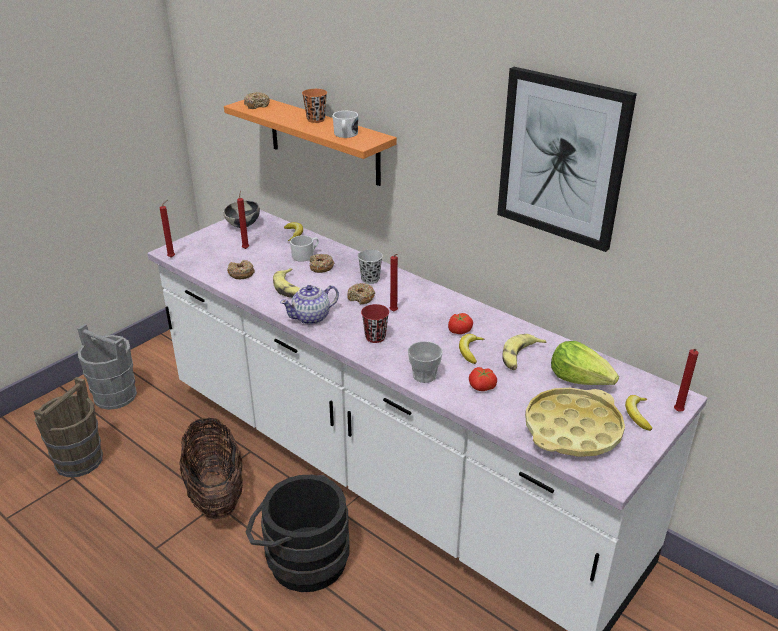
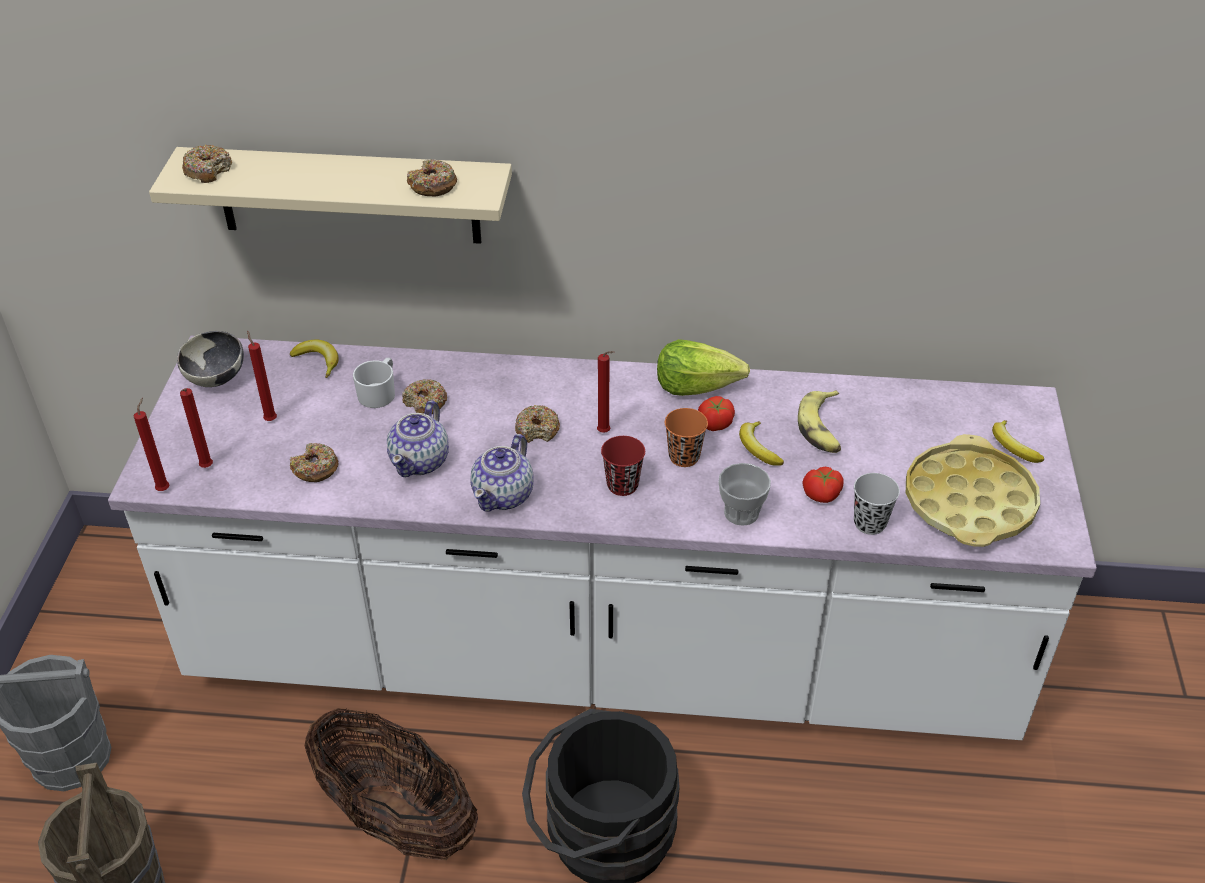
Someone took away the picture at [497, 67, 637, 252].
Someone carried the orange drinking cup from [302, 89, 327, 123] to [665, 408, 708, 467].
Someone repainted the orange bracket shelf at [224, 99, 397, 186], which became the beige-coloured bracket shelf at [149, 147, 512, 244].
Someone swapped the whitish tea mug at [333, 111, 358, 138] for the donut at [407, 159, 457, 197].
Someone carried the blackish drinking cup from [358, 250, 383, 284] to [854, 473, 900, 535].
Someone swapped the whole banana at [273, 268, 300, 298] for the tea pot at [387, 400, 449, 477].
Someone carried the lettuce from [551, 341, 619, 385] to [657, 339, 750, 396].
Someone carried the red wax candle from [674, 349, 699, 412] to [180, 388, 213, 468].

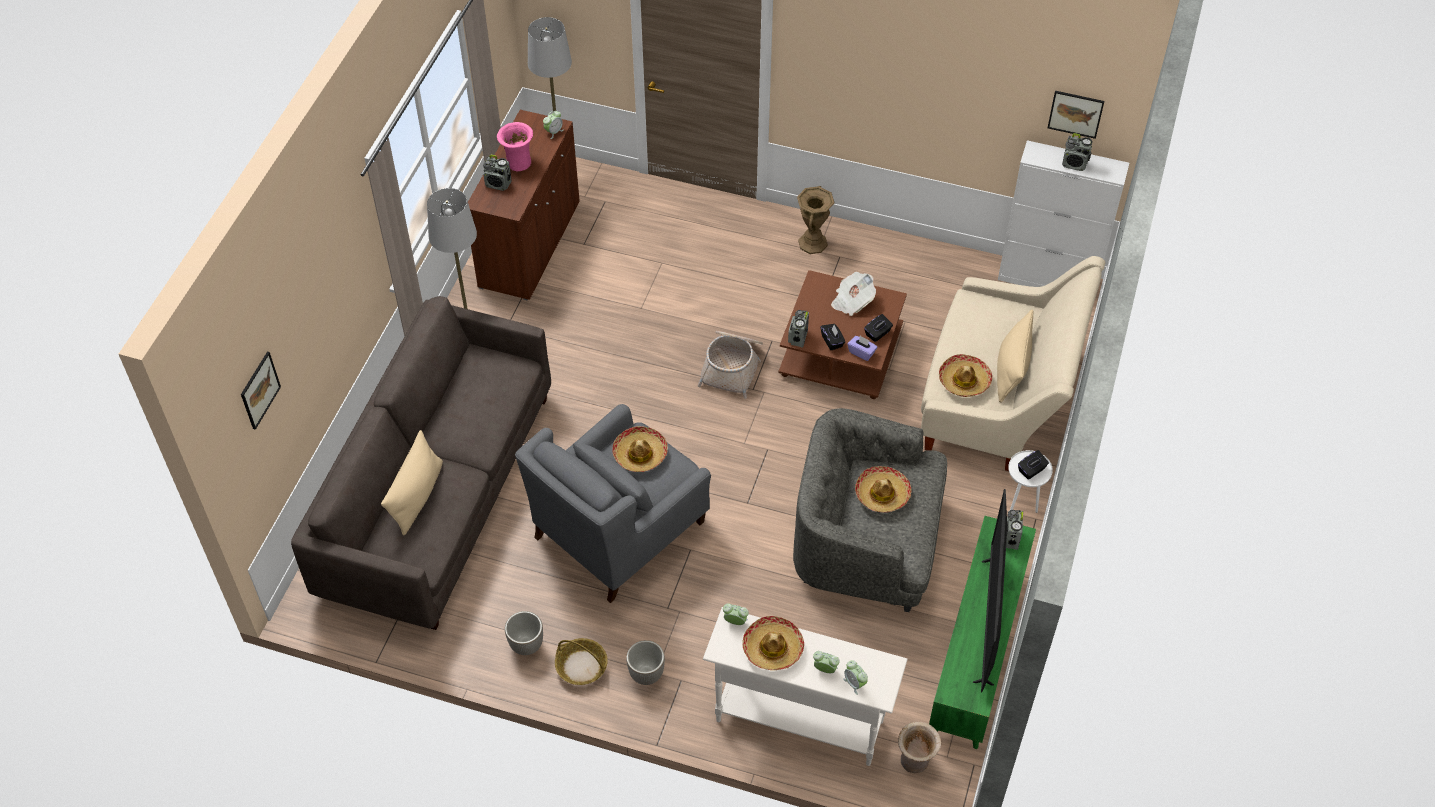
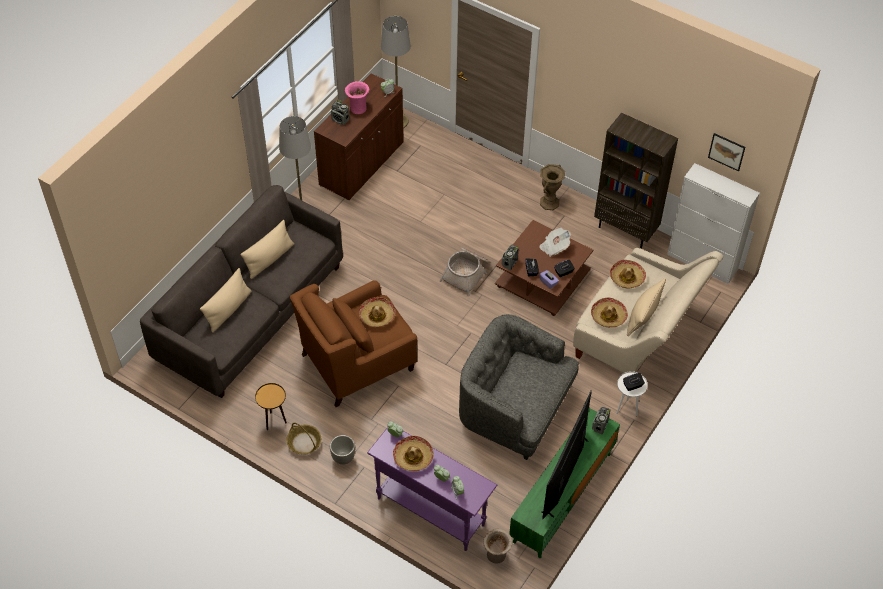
Someone took away the radio at [1062, 133, 1093, 171].
Someone took away the picture at [241, 351, 281, 430].
Someone repainted the gray armchair at [515, 404, 711, 603], which became the brown armchair at [290, 280, 417, 407].
Someone carried the hat from [855, 466, 911, 513] to [610, 260, 646, 288].
Someone repainted the whitish hall table at [703, 607, 908, 766], which became the purplish hall table at [367, 427, 497, 551].
Someone swapped the flower pot at [505, 611, 543, 655] for the brown end table at [255, 383, 287, 430].
Someone put down the brown bookcase at [594, 113, 678, 248].
Someone put down the beige-coloured cushion at [240, 220, 294, 279].

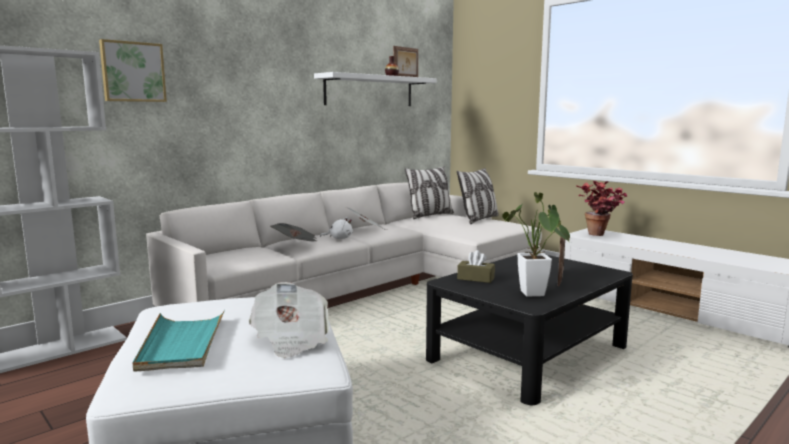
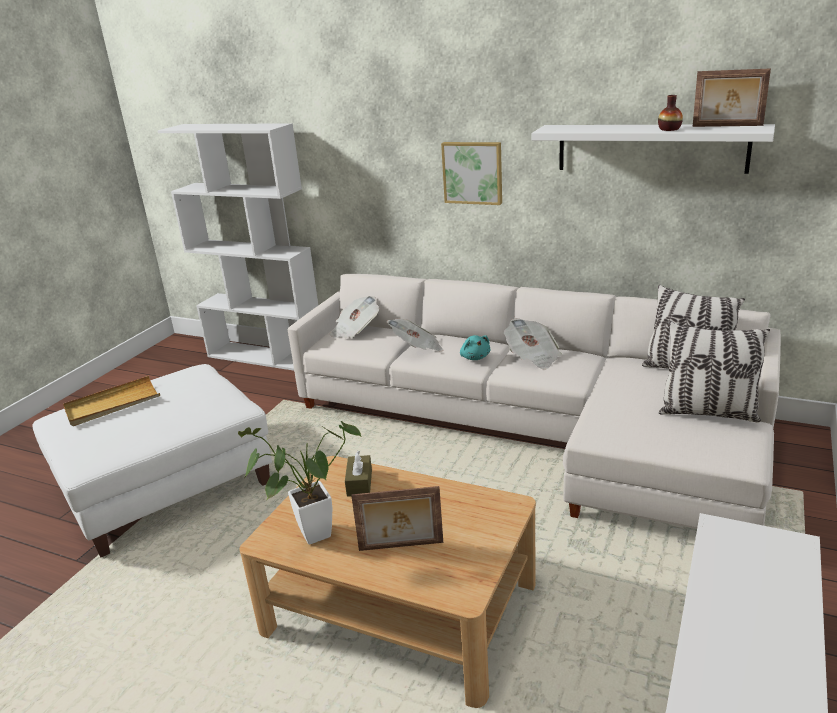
Someone carried the picture from [99, 39, 167, 102] to [441, 142, 502, 205].
Someone took away the potted plant at [576, 181, 627, 236].
Someone repainted the whitish soft toy at [320, 217, 353, 239], which became the turquoise soft toy at [460, 335, 490, 360].
Someone repainted the blackish lounge table at [426, 252, 633, 405], which became the beige-coloured lounge table at [239, 456, 536, 708].
Someone carried the daily paper from [249, 282, 329, 358] to [330, 296, 379, 338].
Someone repainted the turquoise tray at [133, 309, 225, 372], which became the beige-coloured tray at [63, 376, 160, 426].

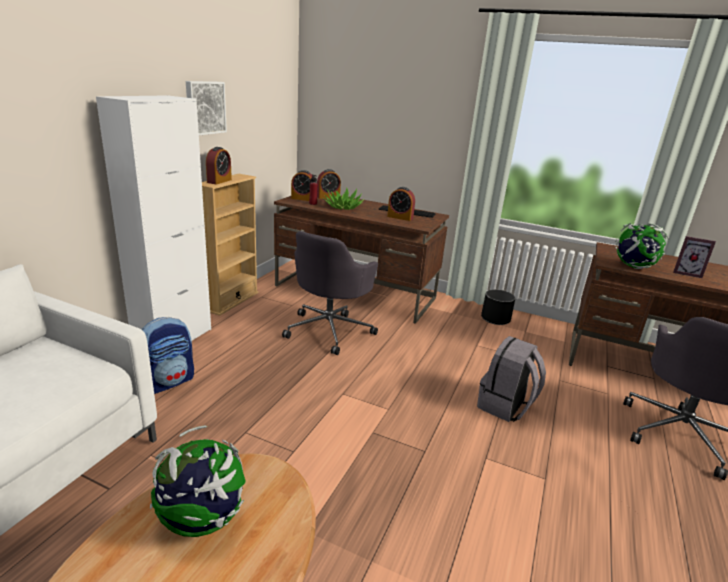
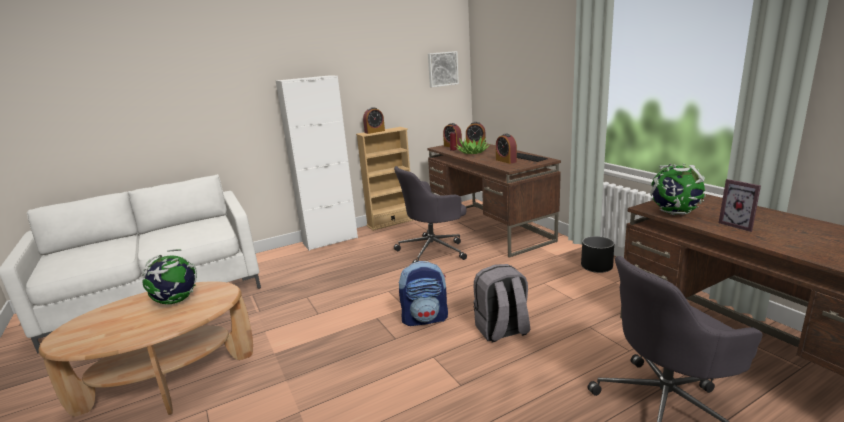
Someone carried the picture from [186, 81, 227, 135] to [428, 51, 459, 87].
Someone carried the rucksack from [141, 317, 194, 394] to [399, 261, 448, 326].

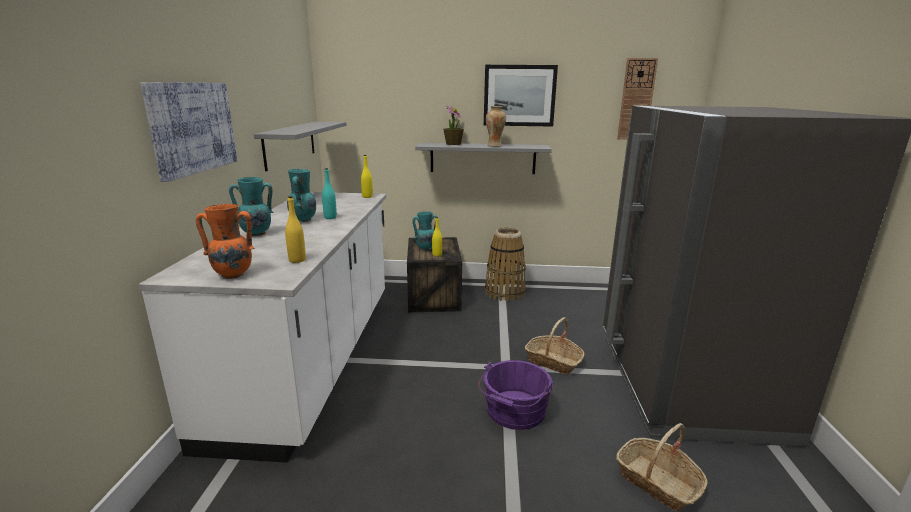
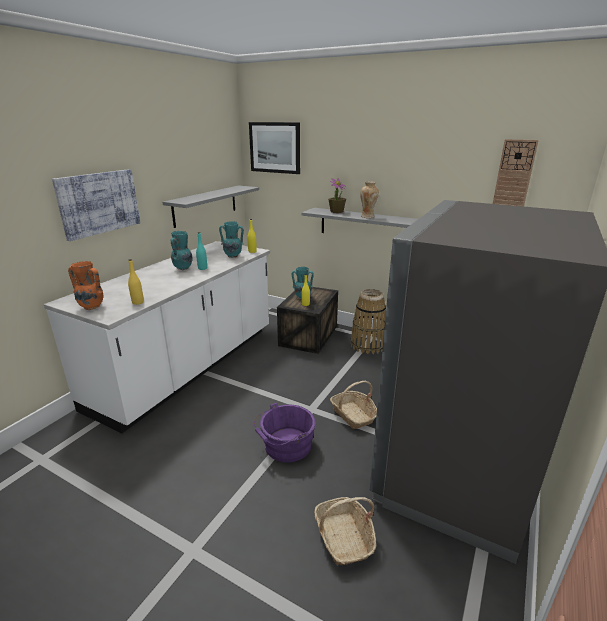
Someone carried the picture from [484, 65, 558, 127] to [249, 122, 300, 174].
Someone carried the turquoise flower vase from [229, 177, 274, 236] to [219, 221, 244, 258].

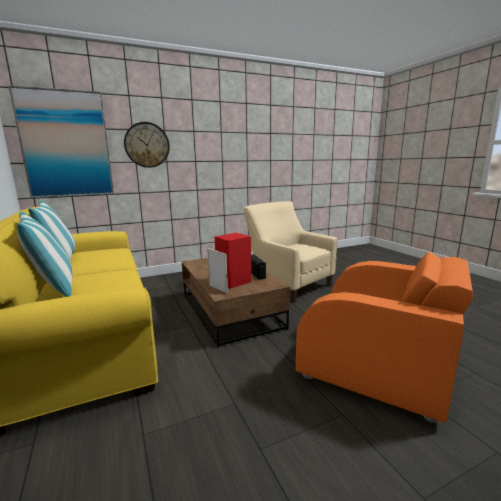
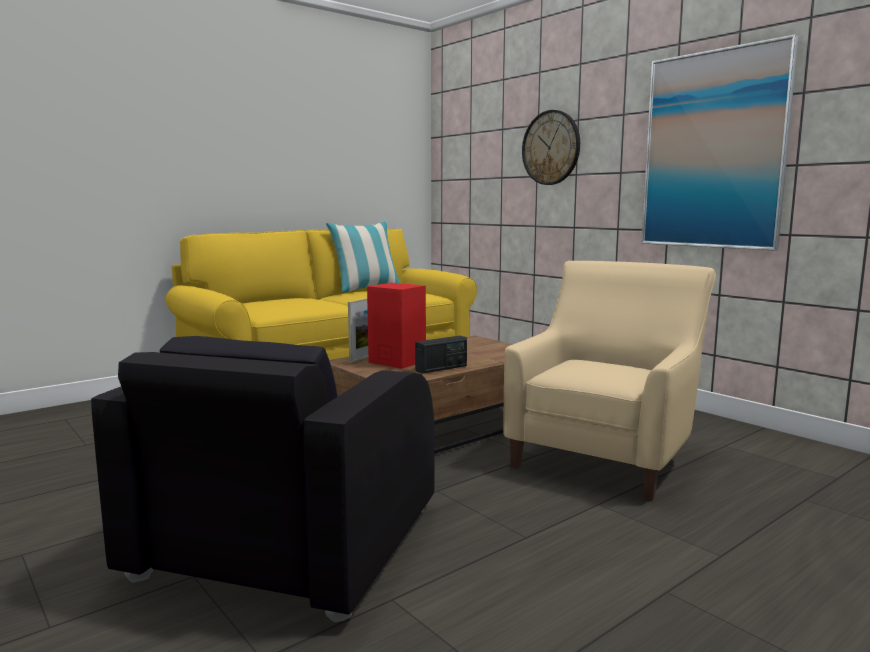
Someone carried the picture from [8, 85, 114, 198] to [641, 34, 799, 251].
Someone took away the cushion at [17, 212, 72, 297].
Someone repainted the orange armchair at [296, 252, 473, 423], which became the blackish armchair at [91, 336, 435, 623].

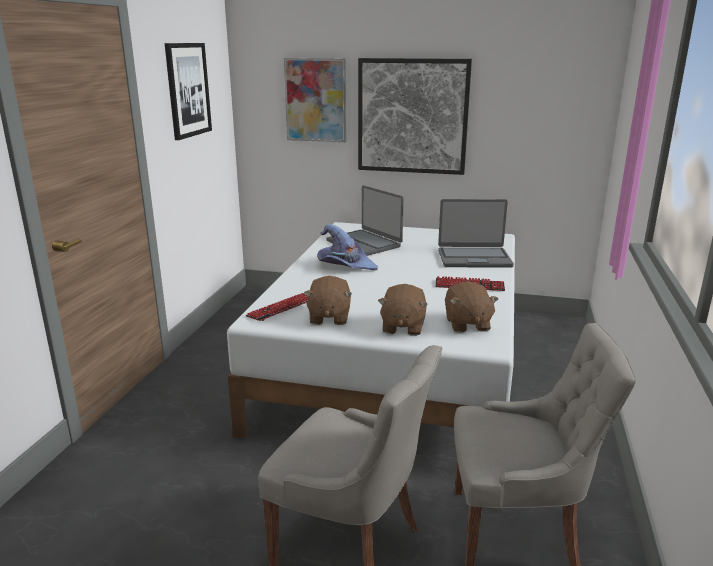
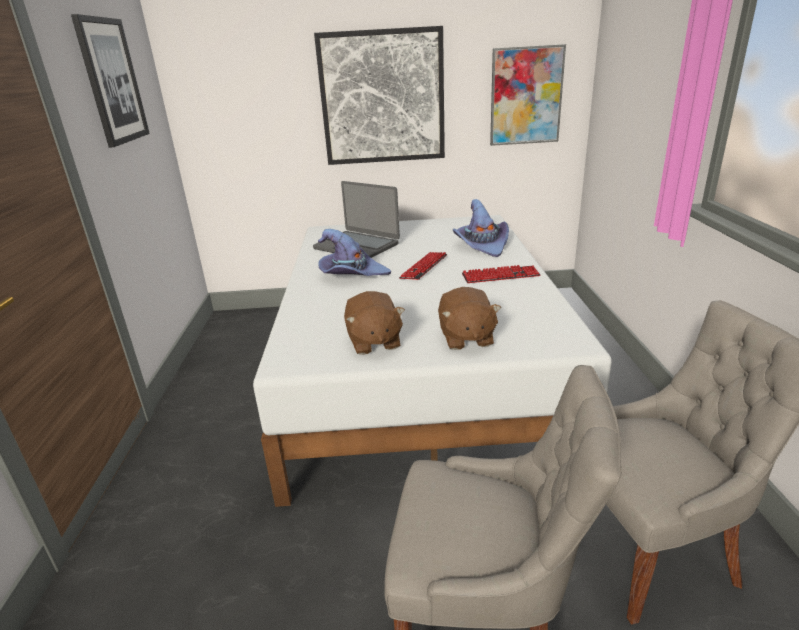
Someone carried the picture from [284, 58, 346, 142] to [490, 44, 566, 146].
Someone swapped the portable computer at [438, 199, 514, 268] for the purplish hat at [453, 199, 509, 257].
Someone took away the brown soft toy at [445, 281, 498, 333].
Someone carried the computer keyboard from [246, 293, 308, 321] to [399, 252, 447, 280].

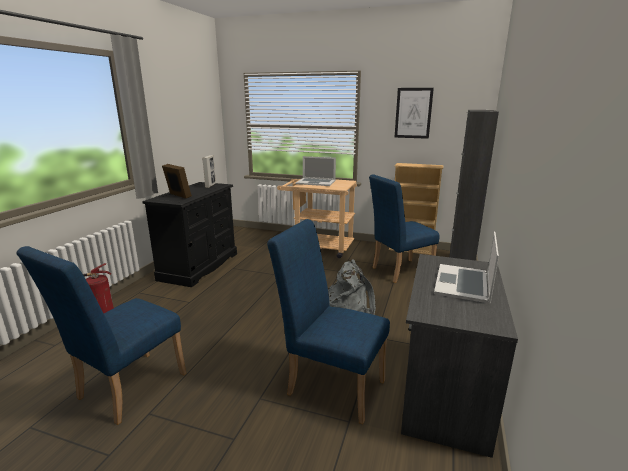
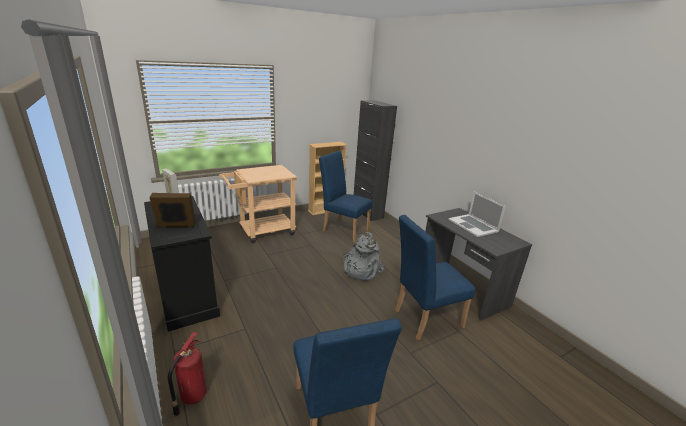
Someone took away the picture at [394, 88, 434, 139].
Someone took away the portable computer at [296, 156, 336, 186].
Someone rotated the blue plain chair at [369, 174, 440, 283] by 105 degrees clockwise.

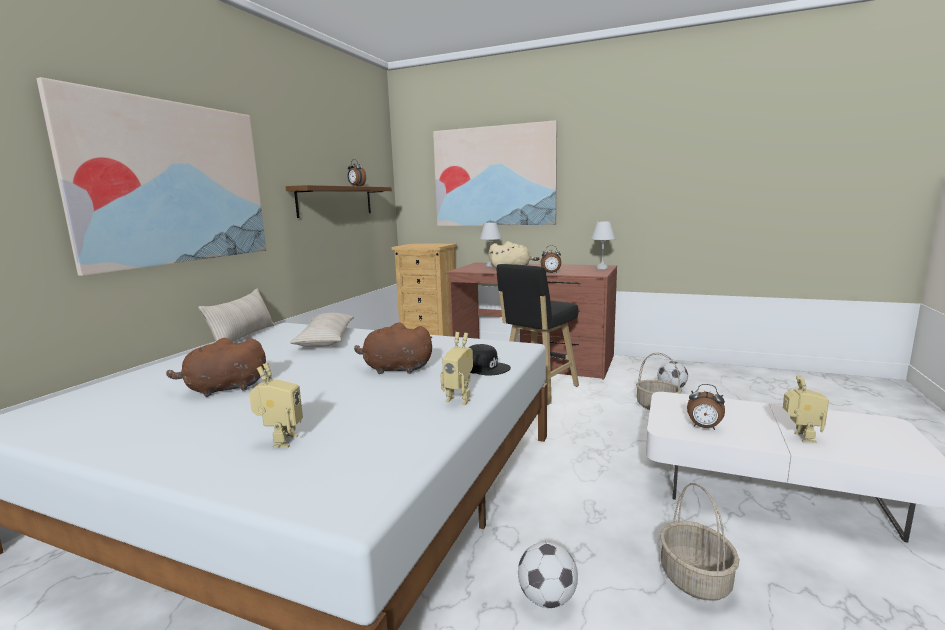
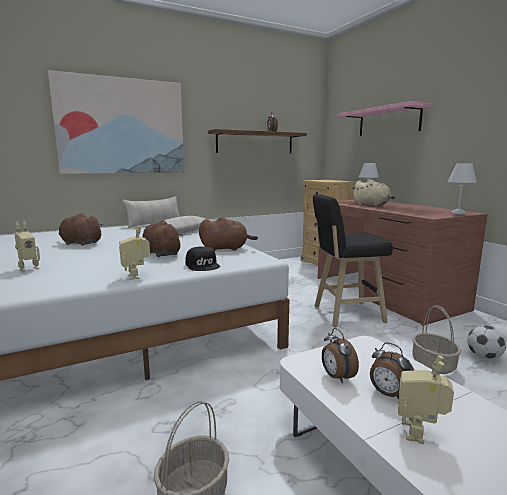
Someone swapped the picture at [433, 120, 557, 226] for the pinkish bracket shelf at [337, 101, 431, 136].
Someone carried the alarm clock from [541, 245, 561, 273] to [370, 342, 415, 400].
Someone rotated the toy robot at [783, 375, 829, 443] by 150 degrees clockwise.
Someone took away the football ball at [518, 541, 578, 608].
Someone put down the brown soft toy at [199, 217, 258, 251].

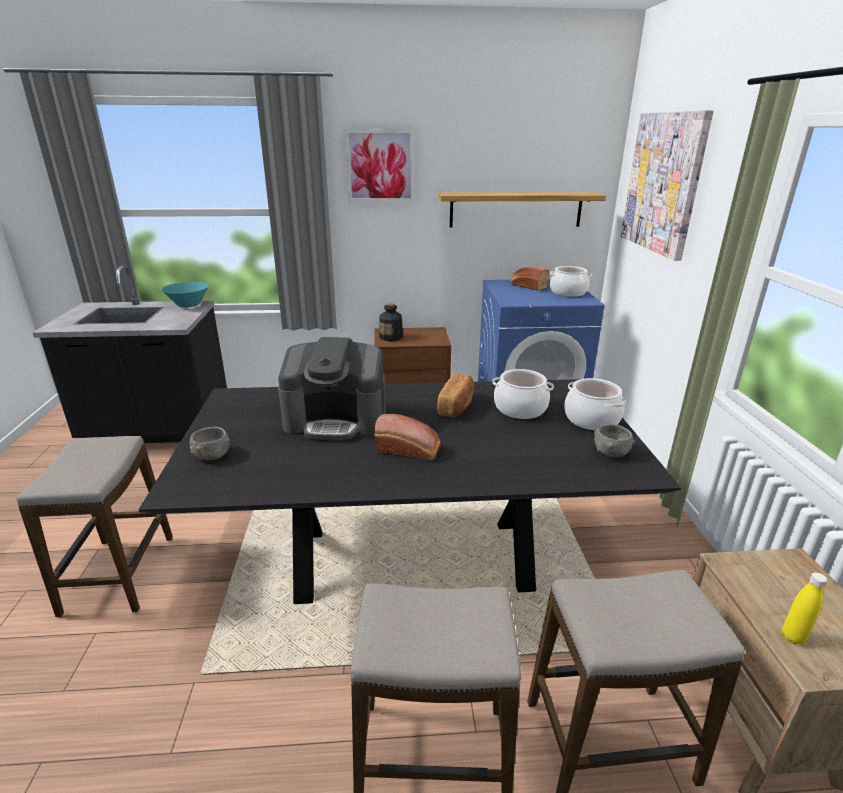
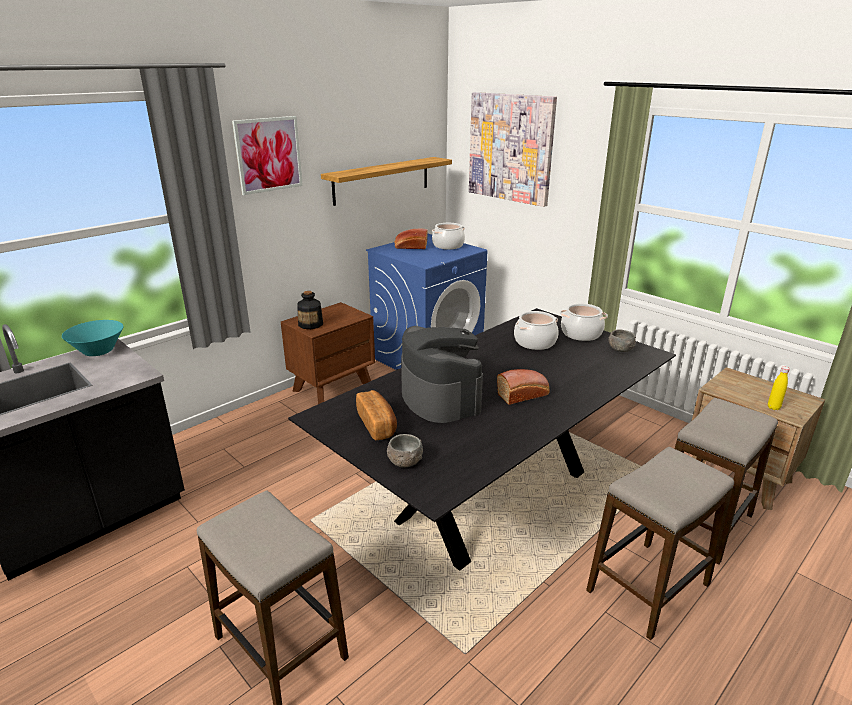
Someone rotated the coffee machine at [278, 337, 386, 440] by 75 degrees counterclockwise.
Someone carried the baked bread from [437, 373, 474, 417] to [356, 390, 397, 440].

